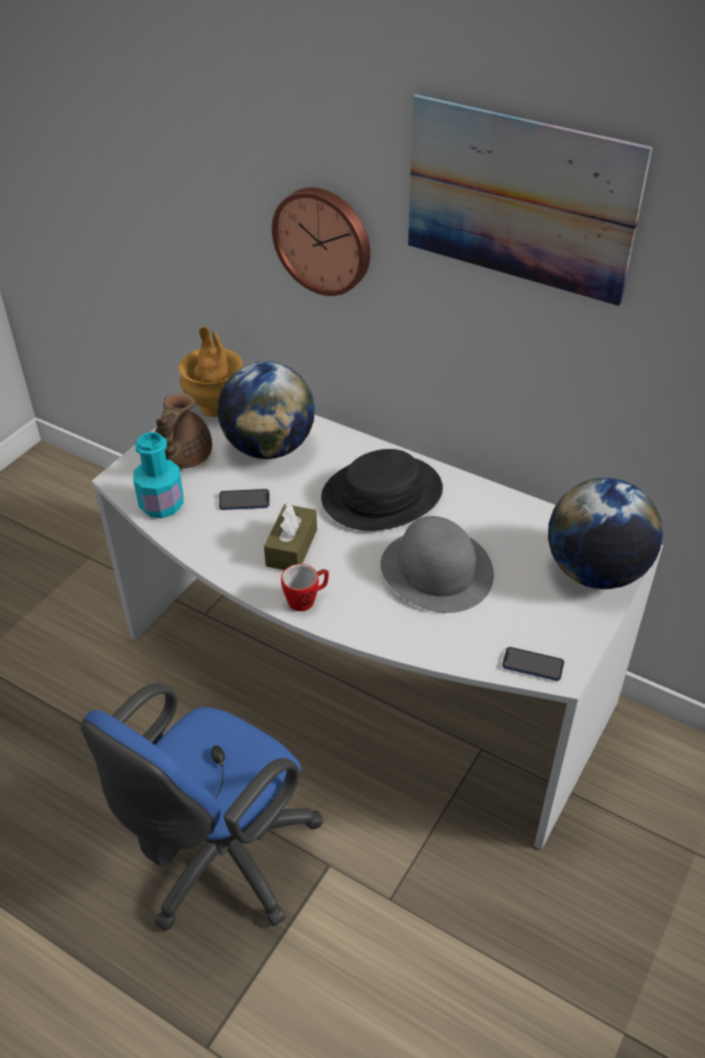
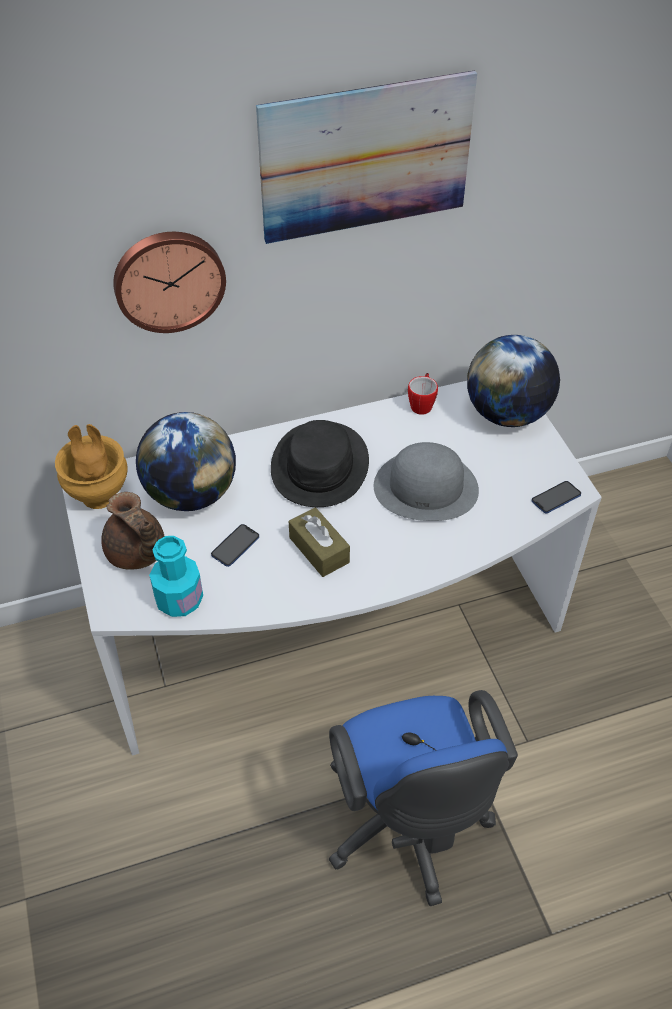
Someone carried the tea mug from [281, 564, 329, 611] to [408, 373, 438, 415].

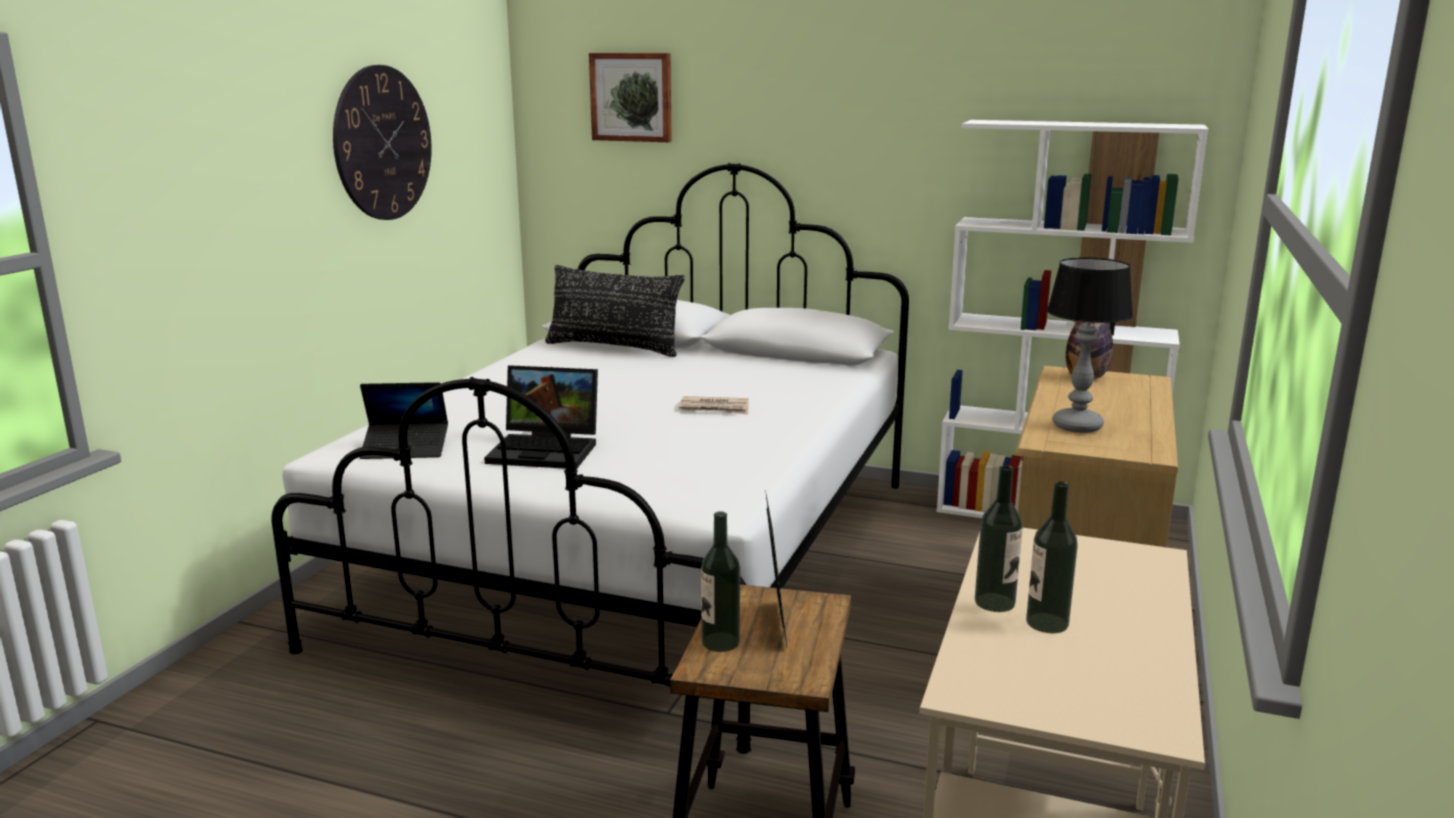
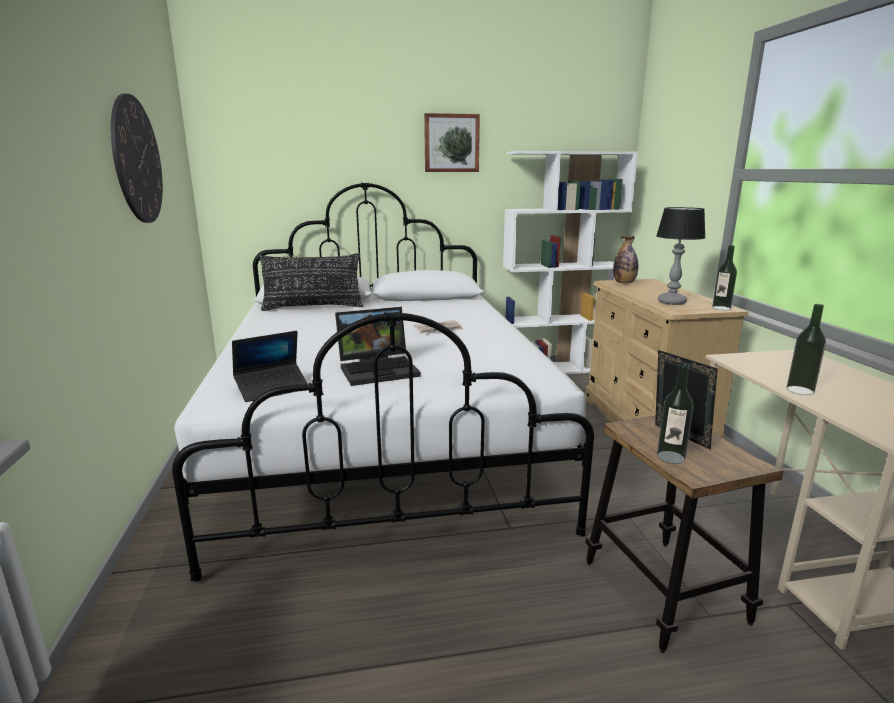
Someone carried the picture from [589, 53, 672, 142] to [424, 113, 480, 172].
Someone carried the drink bottle from [1026, 481, 1078, 633] to [712, 245, 737, 310].

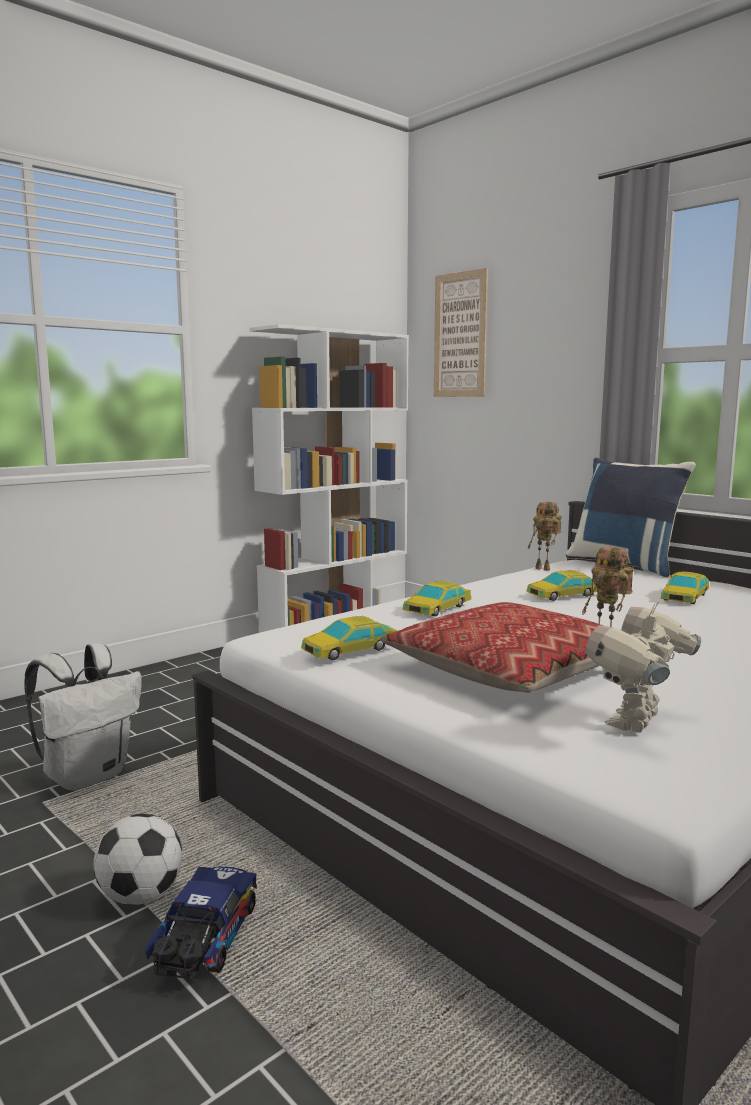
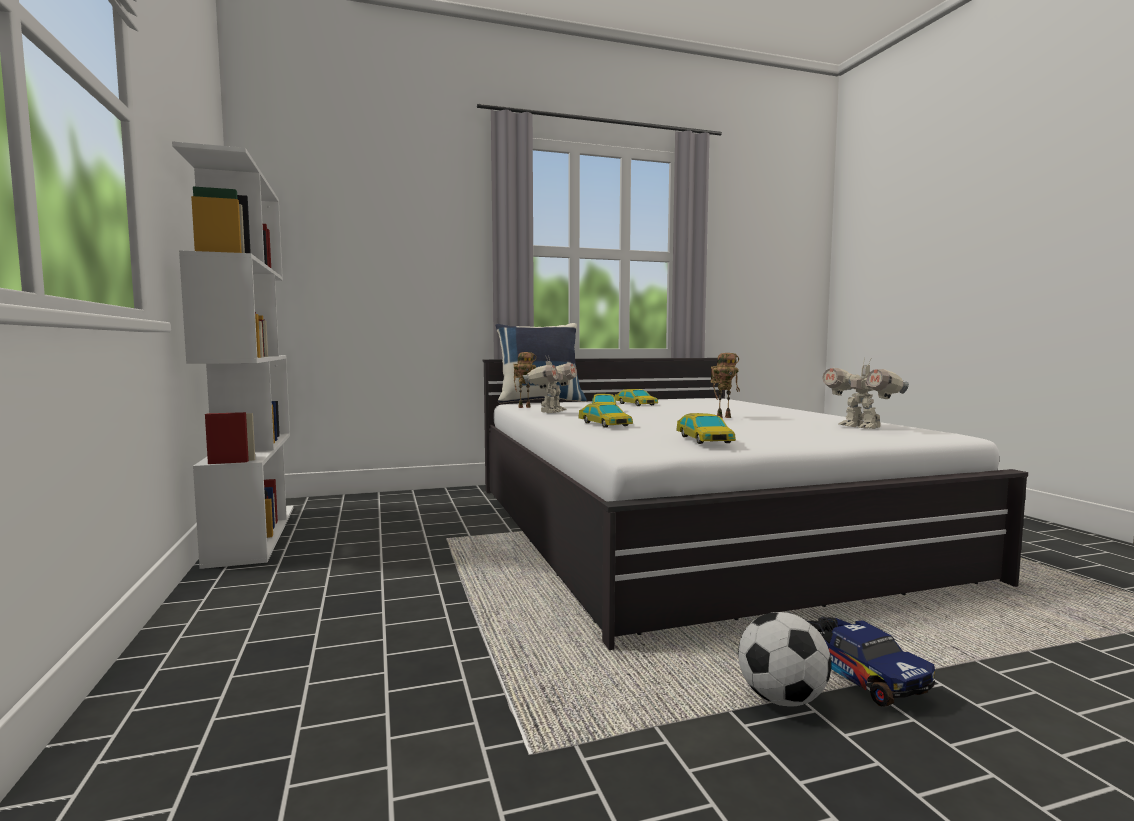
Someone took away the picture at [434, 268, 488, 397].
Someone took away the cushion at [380, 602, 604, 693].
Someone took away the whitish rucksack at [24, 643, 142, 791].
Someone rotated the model truck at [145, 866, 257, 979] by 150 degrees counterclockwise.
Someone put down the toy robot at [523, 355, 577, 413].

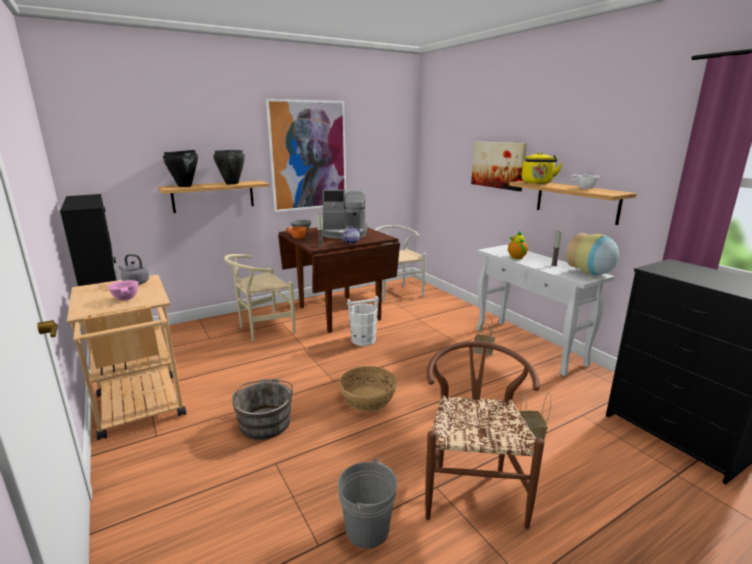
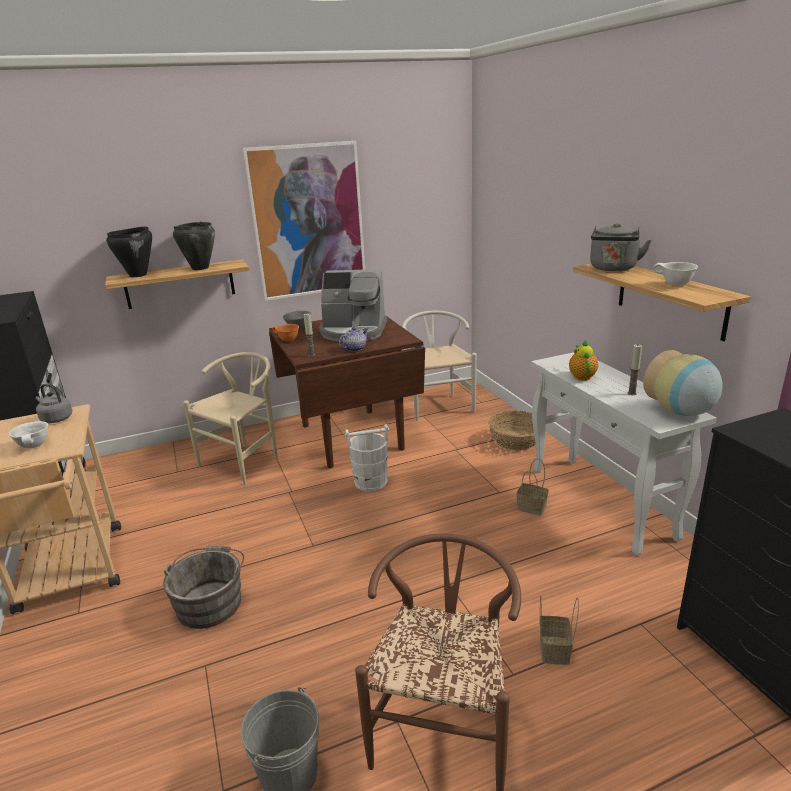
Someone took away the picture at [471, 141, 527, 191].
Someone repainted the yellowish tea kettle at [522, 152, 562, 184], which became the gray tea kettle at [590, 223, 651, 271].
Someone rotated the beige-coloured plain chair at [224, 254, 295, 341] by 150 degrees clockwise.
Someone repainted the pinkish serving bowl at [108, 280, 139, 300], which became the whitish serving bowl at [9, 421, 48, 449].
Someone carried the storage basket from [339, 366, 397, 412] to [488, 410, 536, 451].

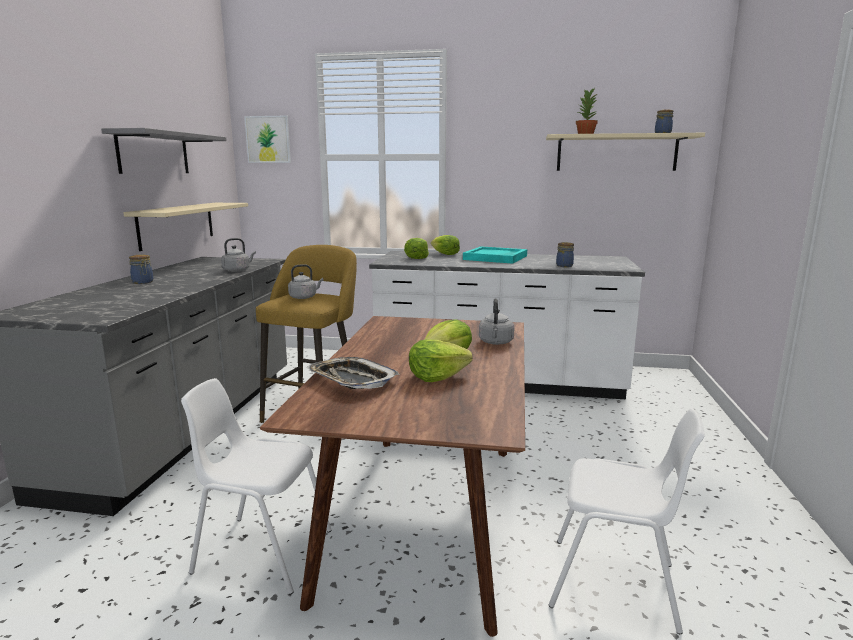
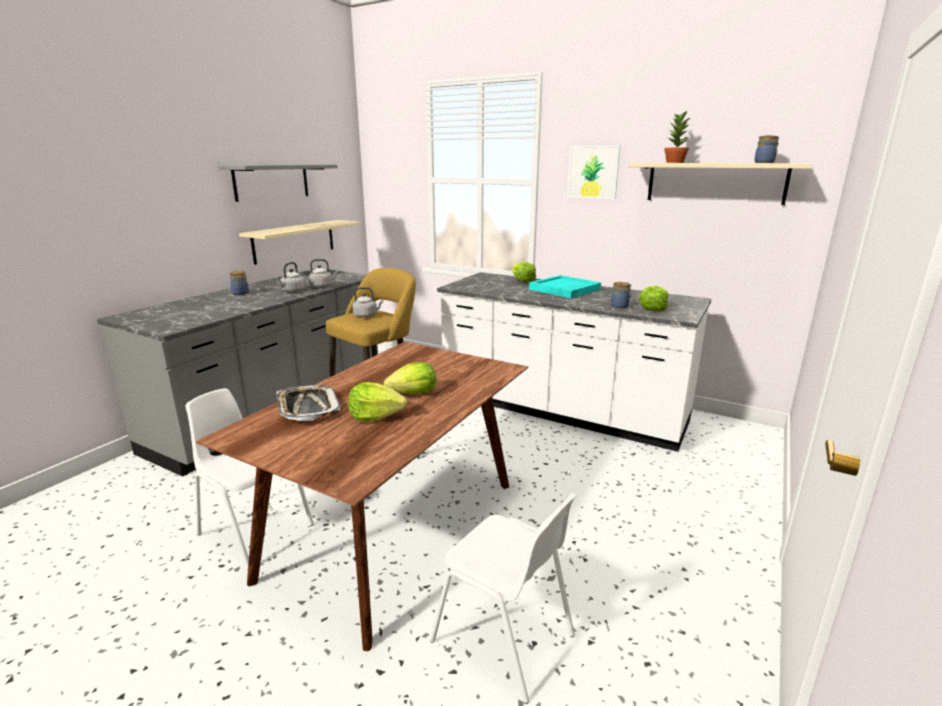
Someone carried the picture from [244, 116, 291, 163] to [567, 146, 620, 199].
Someone carried the lettuce from [404, 238, 429, 259] to [639, 286, 668, 311].
Someone carried the gray tea kettle from [479, 298, 515, 345] to [276, 262, 306, 293].

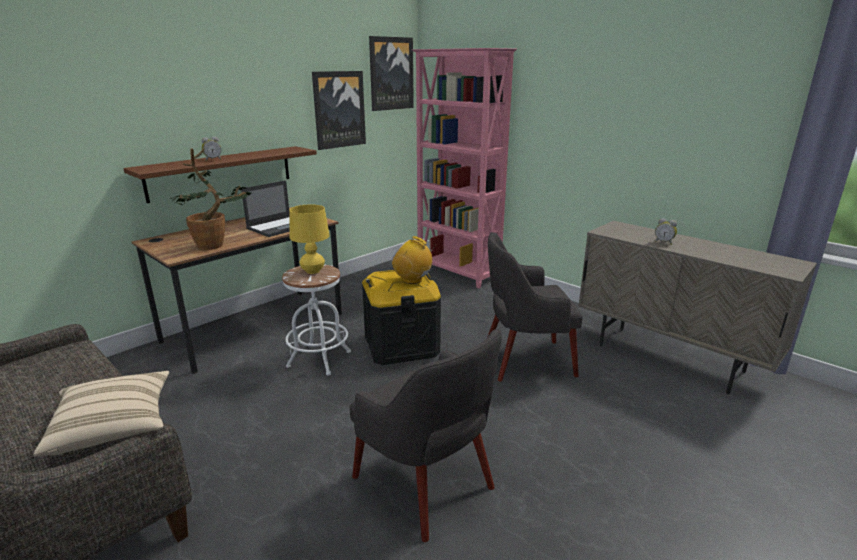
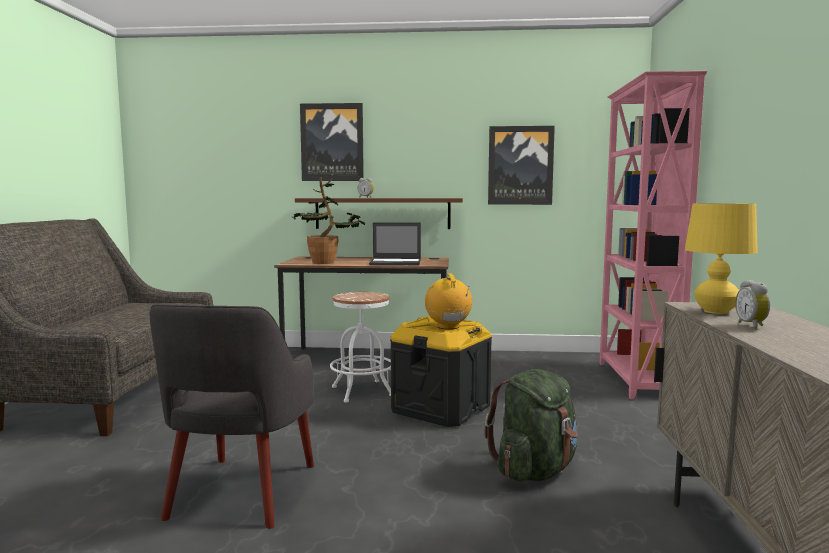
Someone carried the picture from [369, 36, 414, 111] to [300, 103, 364, 181].
Someone carried the yellowish lamp for a table from [289, 204, 330, 274] to [685, 203, 758, 314].
Someone swapped the gray armchair at [488, 232, 583, 382] for the green-coloured rucksack at [484, 369, 578, 481].
Someone took away the beige-coloured cushion at [33, 371, 169, 456].

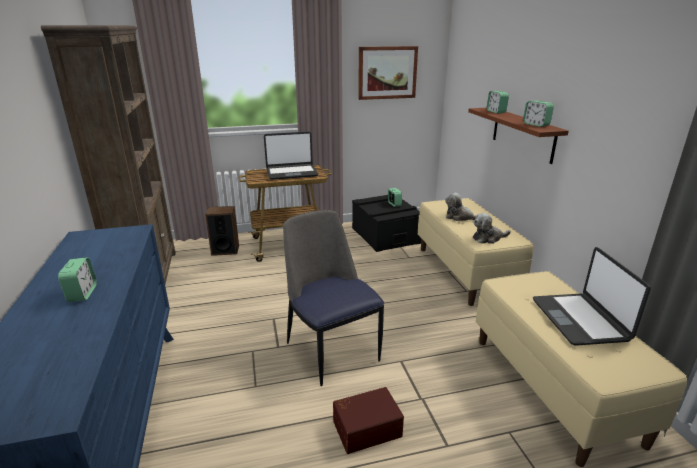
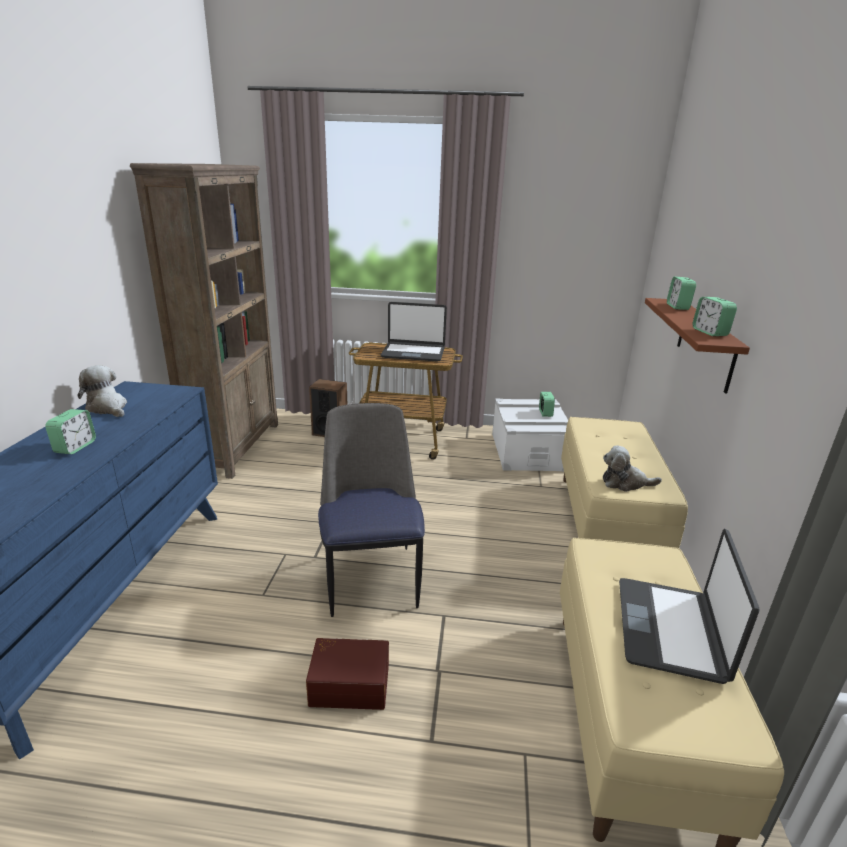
Someone took away the picture at [358, 46, 418, 100].
Someone carried the soft toy from [445, 193, 477, 221] to [78, 365, 127, 417].
Someone repainted the blackish storage box at [352, 195, 421, 252], which became the whitish storage box at [492, 399, 568, 472].

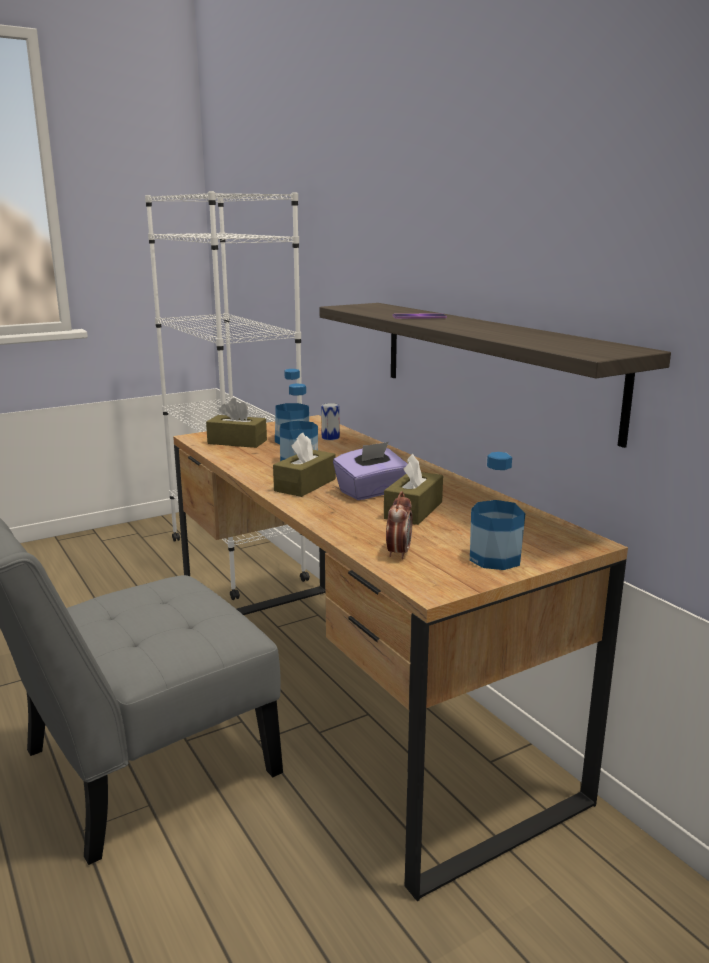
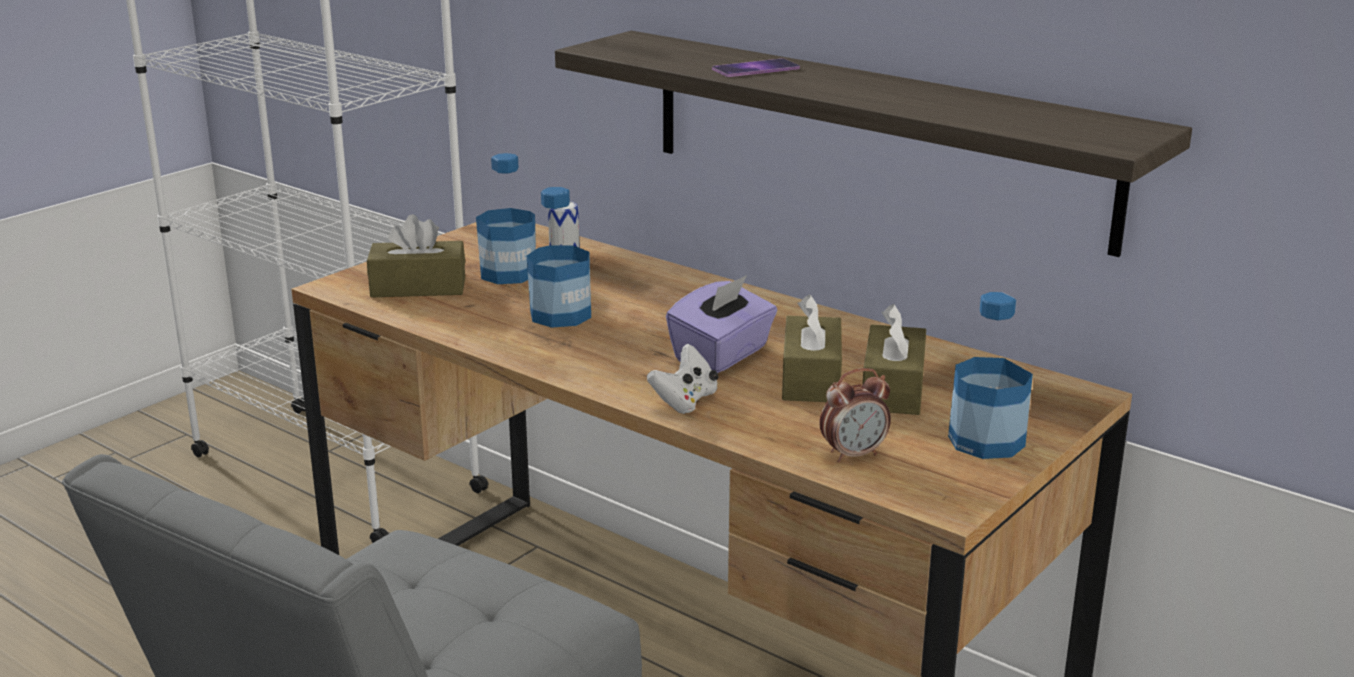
Someone carried the brown tissue holder from [273, 433, 336, 497] to [863, 304, 926, 415].
Someone rotated the alarm clock at [386, 491, 413, 559] by 75 degrees clockwise.
Someone put down the whitish joypad at [647, 344, 719, 414].

